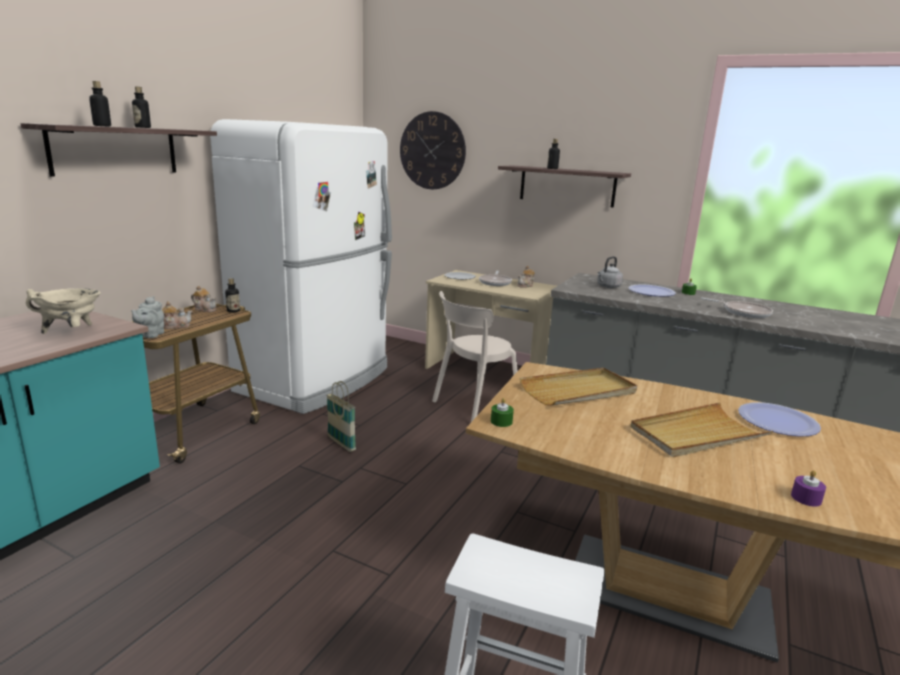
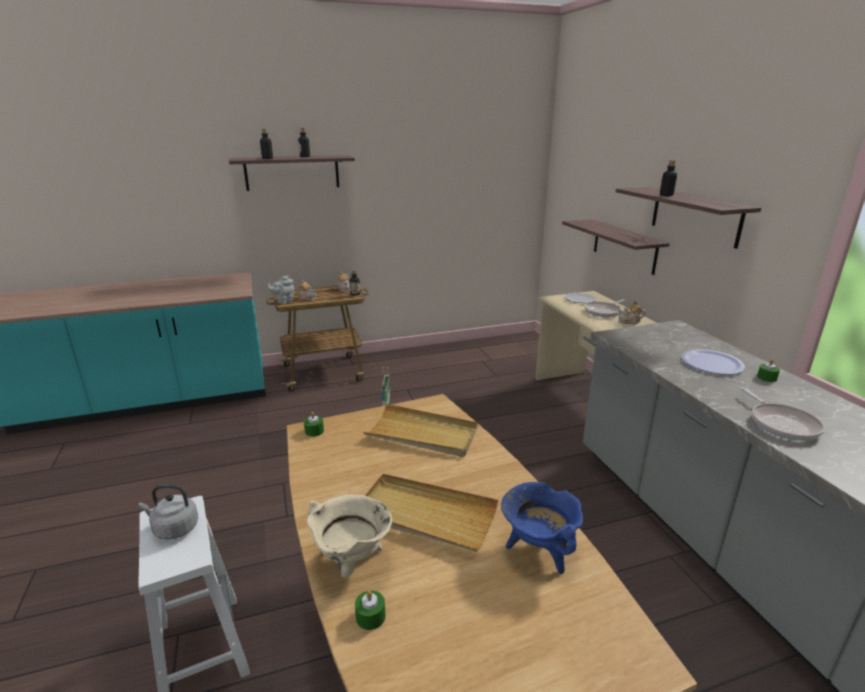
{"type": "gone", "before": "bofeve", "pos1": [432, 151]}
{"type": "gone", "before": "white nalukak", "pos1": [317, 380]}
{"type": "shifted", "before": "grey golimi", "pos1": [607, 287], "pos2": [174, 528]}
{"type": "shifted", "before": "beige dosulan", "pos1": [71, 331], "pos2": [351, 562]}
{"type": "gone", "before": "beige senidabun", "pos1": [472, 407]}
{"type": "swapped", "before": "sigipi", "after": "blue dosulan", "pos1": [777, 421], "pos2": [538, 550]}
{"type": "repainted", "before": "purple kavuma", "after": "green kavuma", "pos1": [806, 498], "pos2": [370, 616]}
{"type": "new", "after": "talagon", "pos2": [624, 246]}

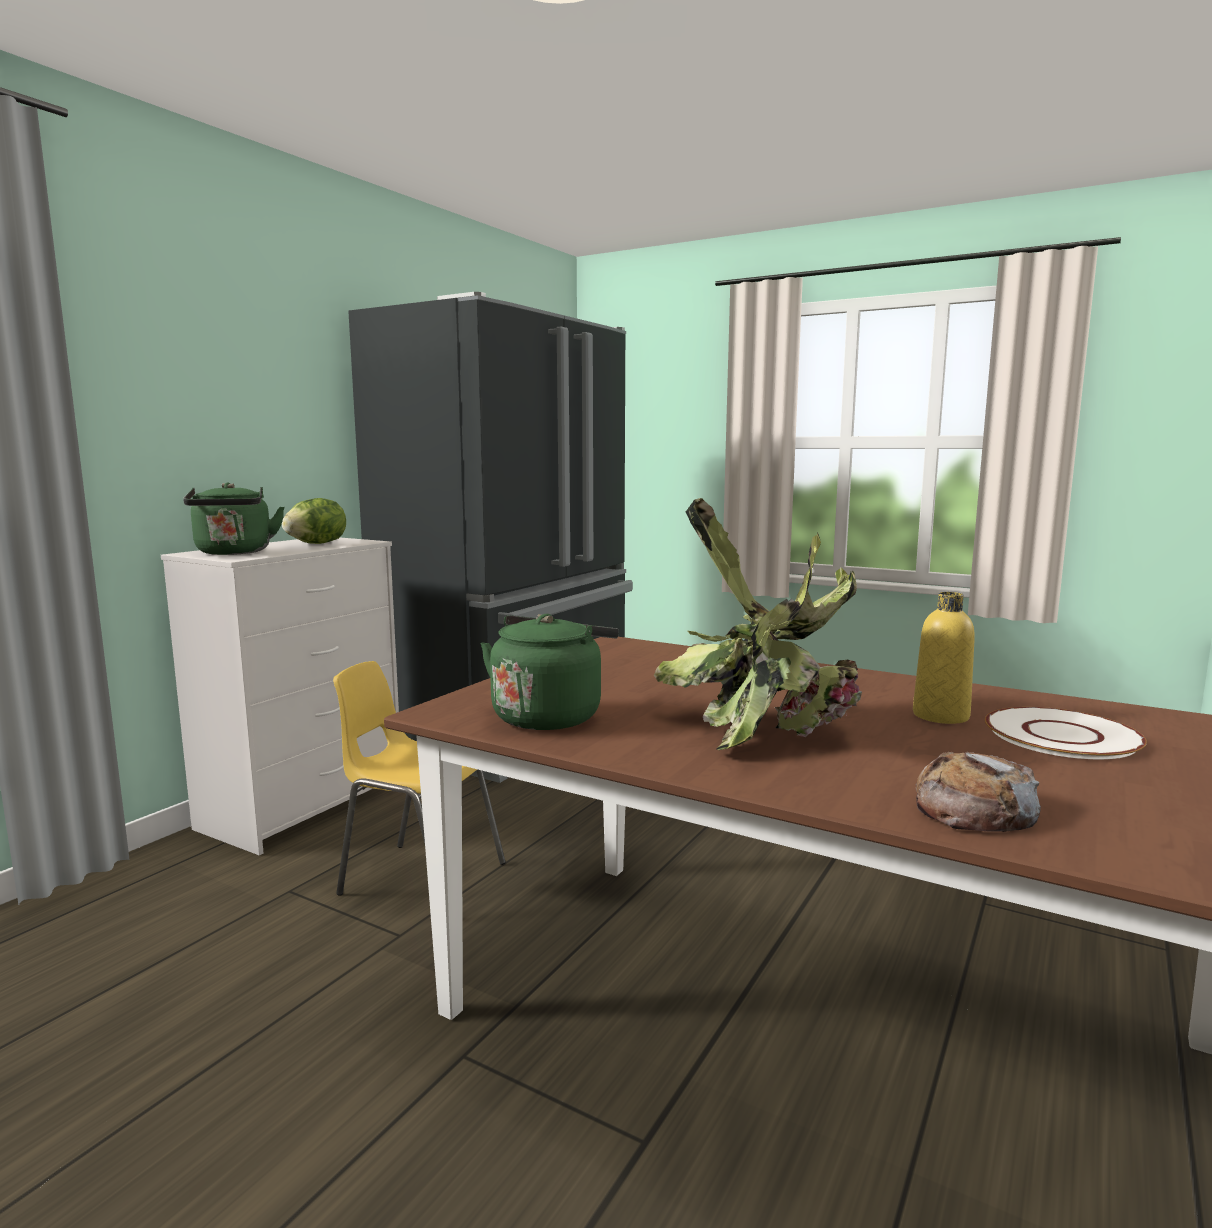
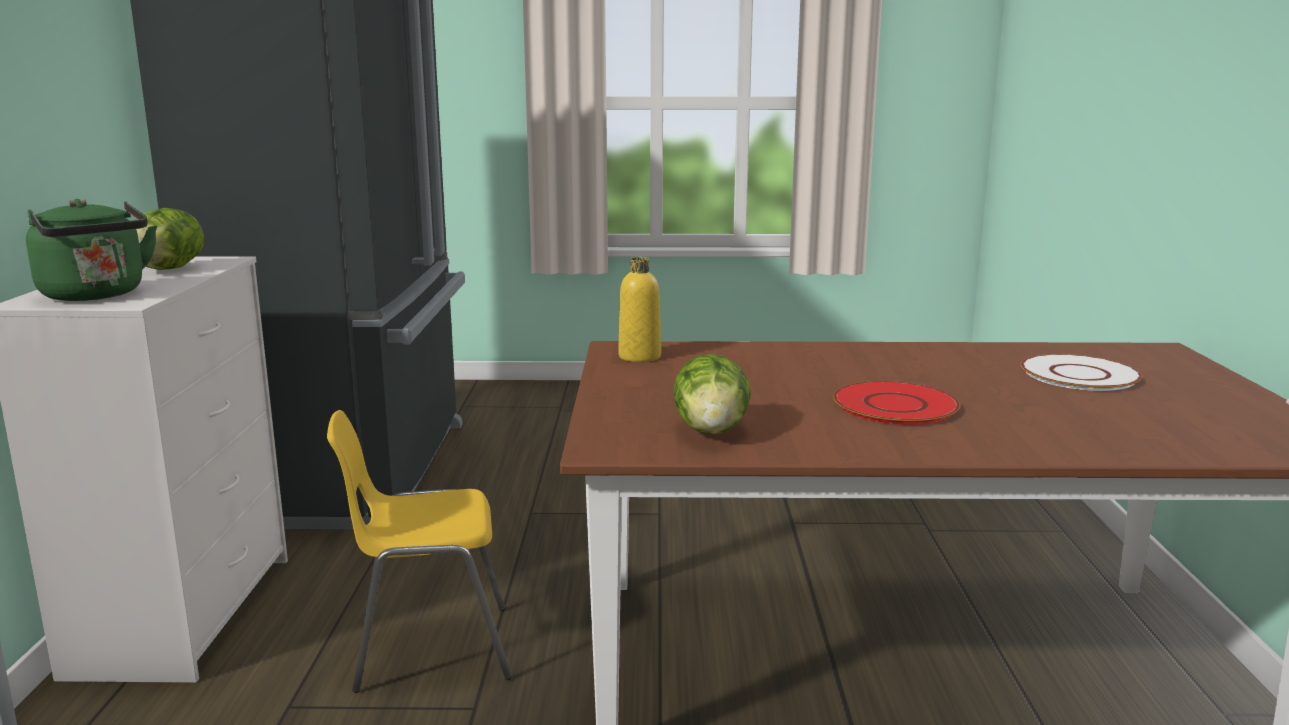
{"type": "swapped", "before": "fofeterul", "after": "red sigipi", "pos1": [769, 726], "pos2": [894, 405]}
{"type": "shifted", "before": "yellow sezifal", "pos1": [940, 716], "pos2": [639, 357]}
{"type": "swapped", "before": "green golimi", "after": "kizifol", "pos1": [549, 716], "pos2": [711, 431]}
{"type": "gone", "before": "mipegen", "pos1": [974, 809]}

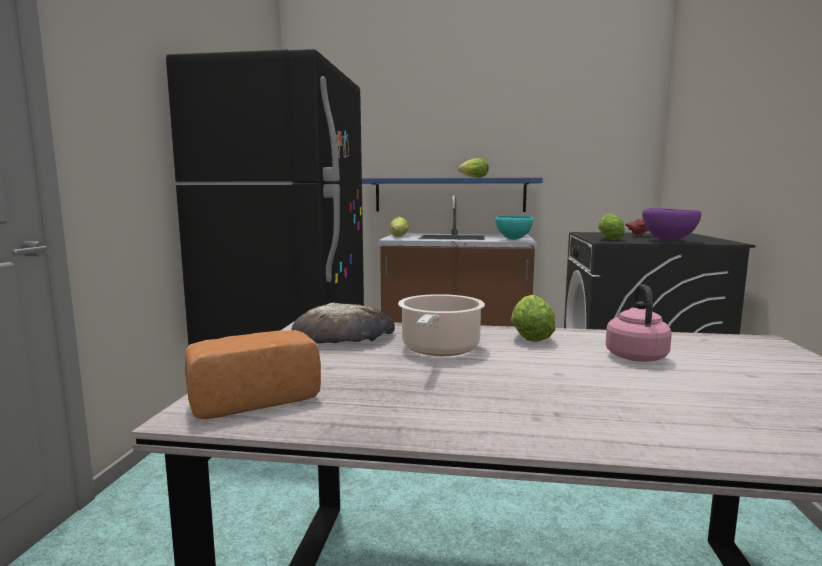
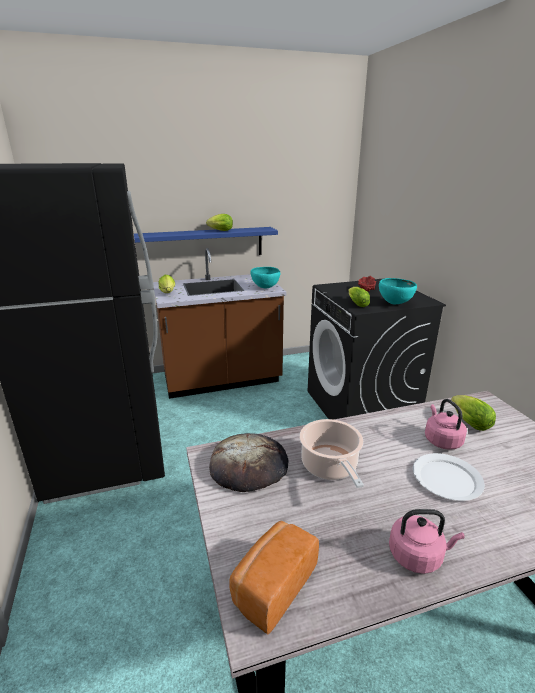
{"type": "repainted", "before": "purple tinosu", "after": "turquoise tinosu", "pos1": [668, 241], "pos2": [395, 304]}
{"type": "shifted", "before": "kizifol", "pos1": [529, 336], "pos2": [467, 422]}
{"type": "new", "after": "white sigipi", "pos2": [447, 479]}
{"type": "new", "after": "pink golimi", "pos2": [417, 556]}

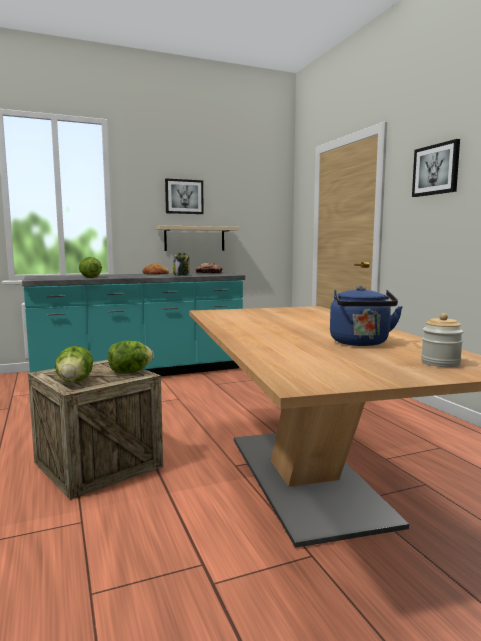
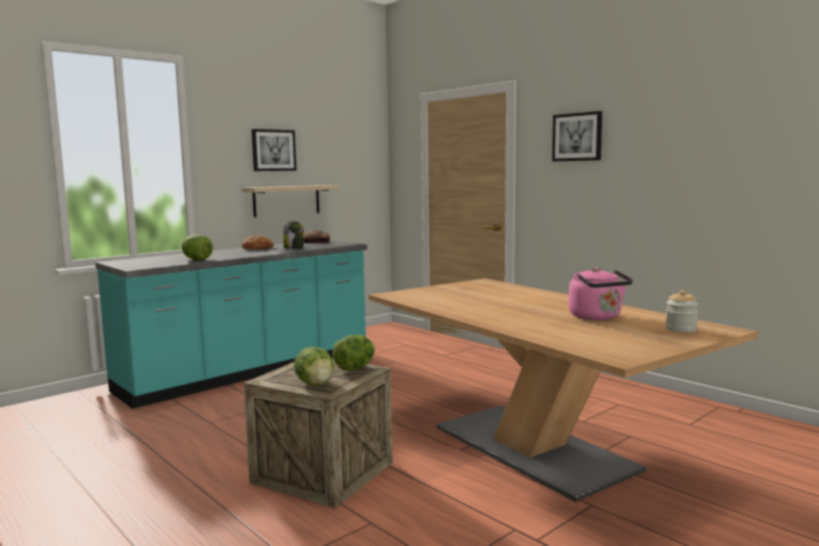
{"type": "repainted", "before": "blue golimi", "after": "pink golimi", "pos1": [360, 343], "pos2": [597, 317]}

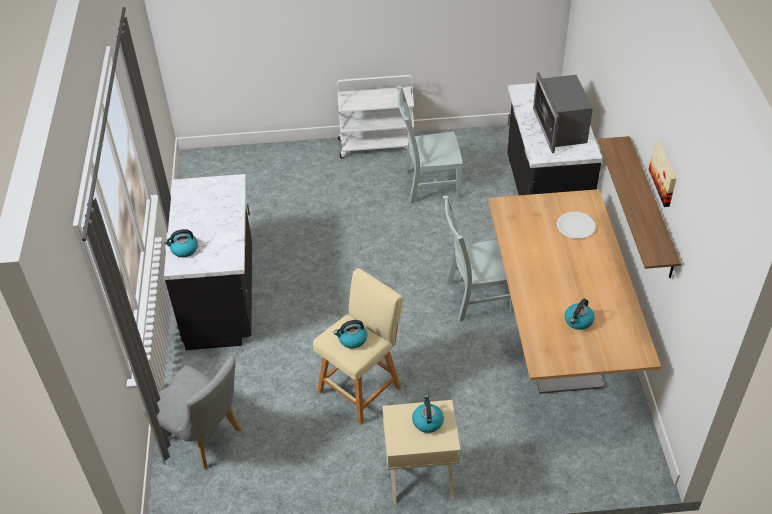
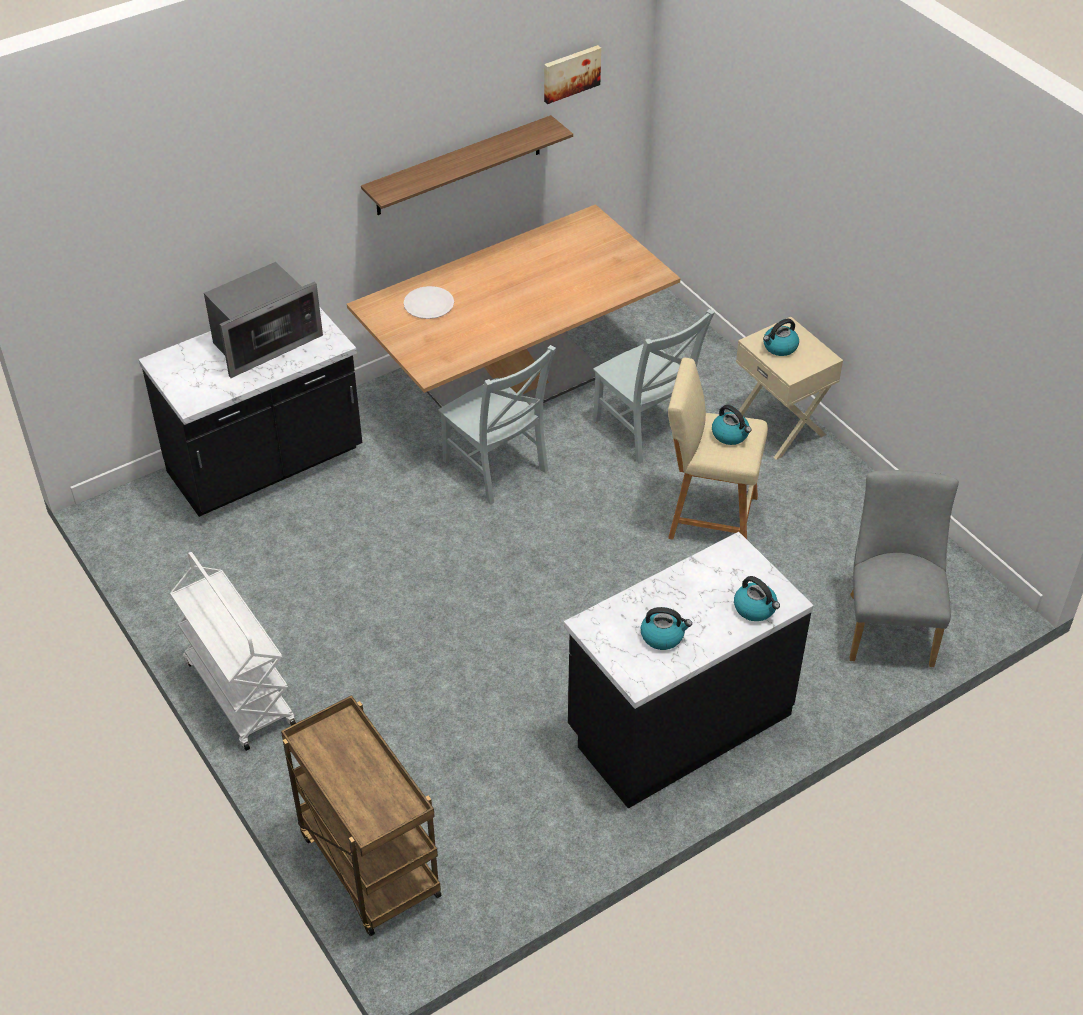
{"type": "shifted", "before": "grey senidabun", "pos1": [428, 185], "pos2": [646, 430]}
{"type": "shifted", "before": "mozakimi", "pos1": [664, 173], "pos2": [570, 73]}
{"type": "shifted", "before": "golimi", "pos1": [578, 321], "pos2": [663, 636]}
{"type": "new", "after": "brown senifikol", "pos2": [367, 863]}

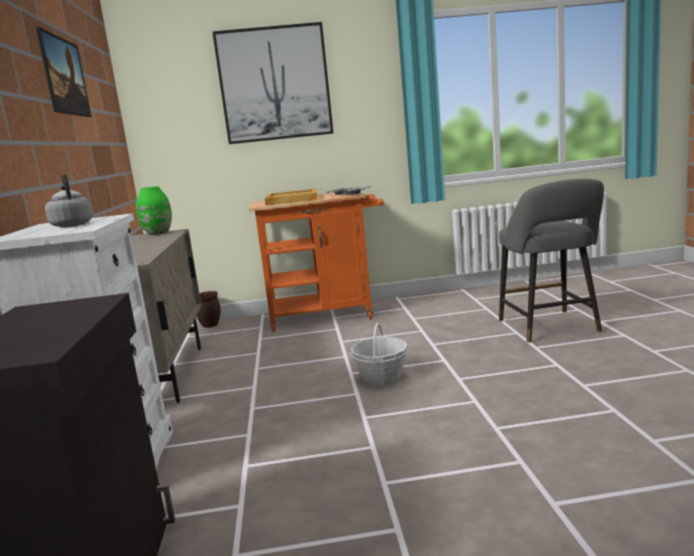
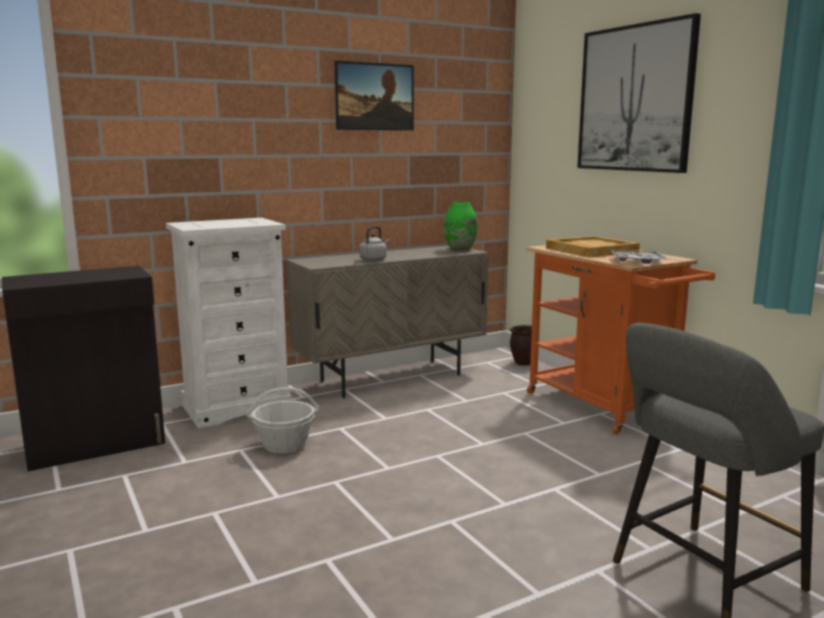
{"type": "shifted", "before": "grey golimi", "pos1": [72, 225], "pos2": [374, 259]}
{"type": "shifted", "before": "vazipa", "pos1": [381, 377], "pos2": [284, 444]}

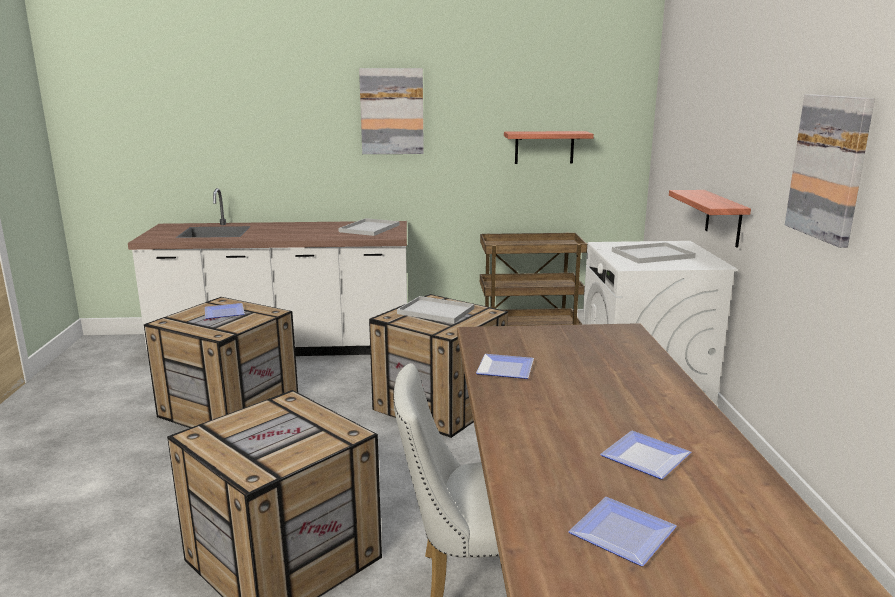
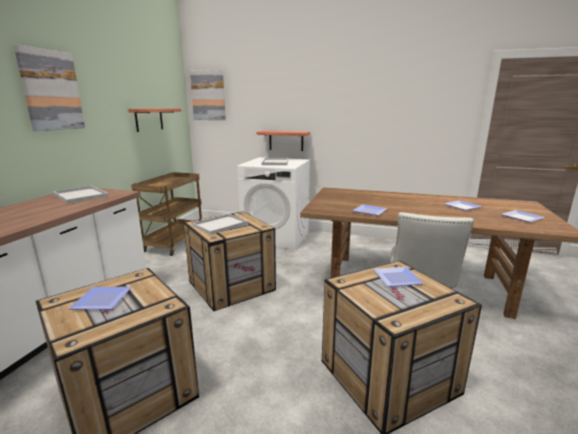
{"type": "shifted", "before": "mozakimi", "pos1": [829, 168], "pos2": [208, 95]}
{"type": "new", "after": "sigipi", "pos2": [396, 279]}

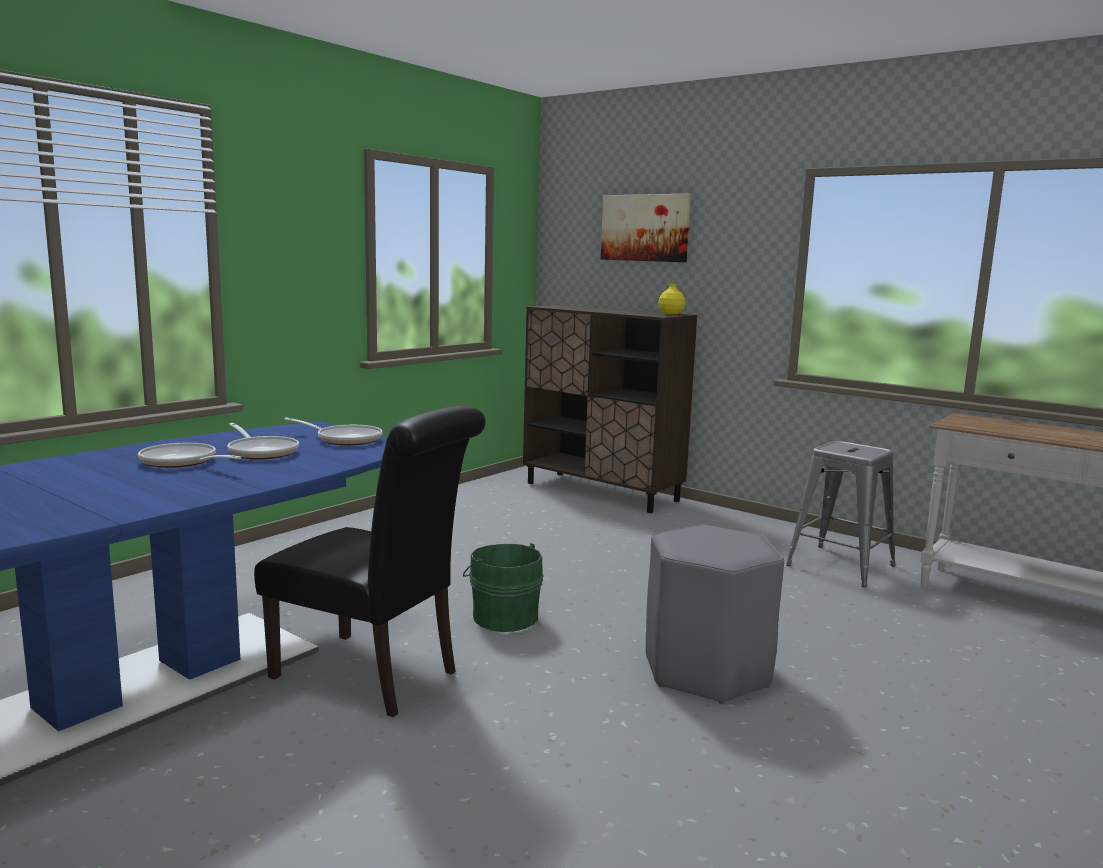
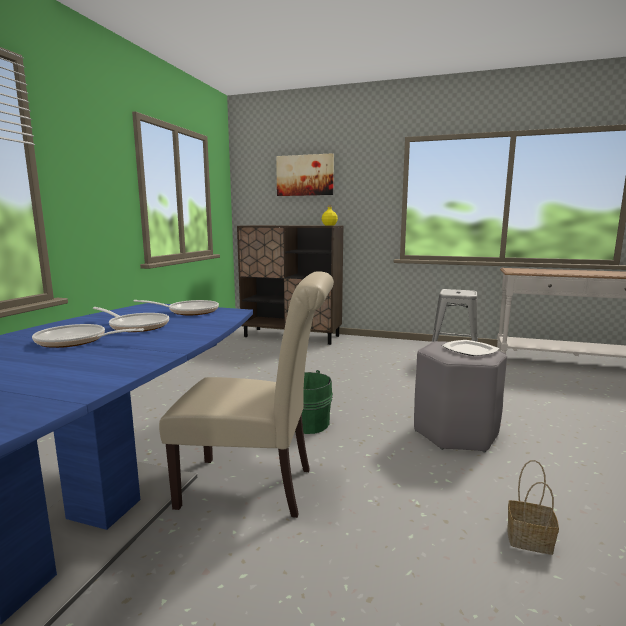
{"type": "repainted", "before": "black senidabun", "after": "beige senidabun", "pos1": [374, 676], "pos2": [256, 487]}
{"type": "new", "after": "sigipi", "pos2": [470, 350]}
{"type": "new", "after": "vazipa", "pos2": [530, 539]}

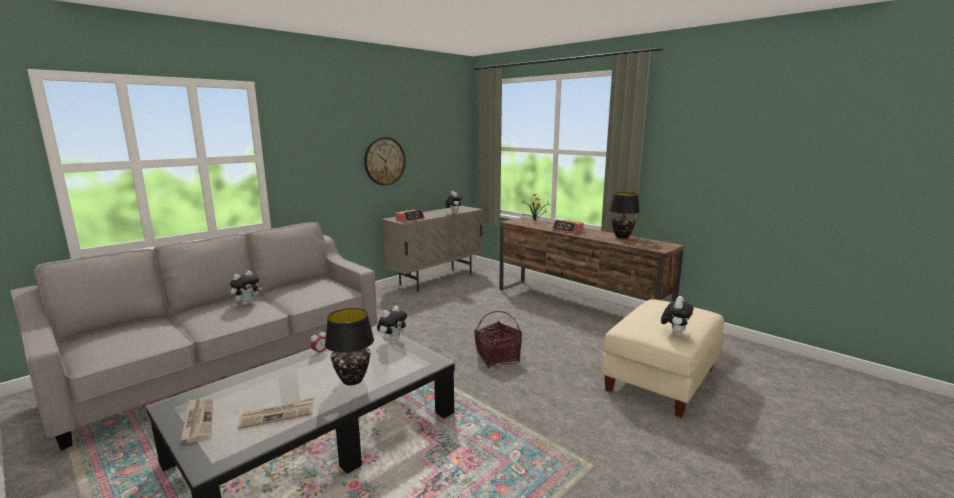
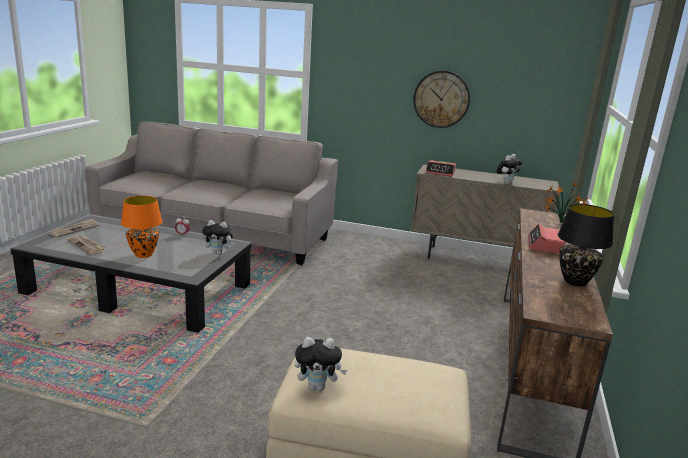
{"type": "gone", "before": "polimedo", "pos1": [247, 303]}
{"type": "repainted", "before": "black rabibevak", "after": "orange rabibevak", "pos1": [352, 380], "pos2": [143, 254]}
{"type": "gone", "before": "vazipa", "pos1": [497, 358]}

